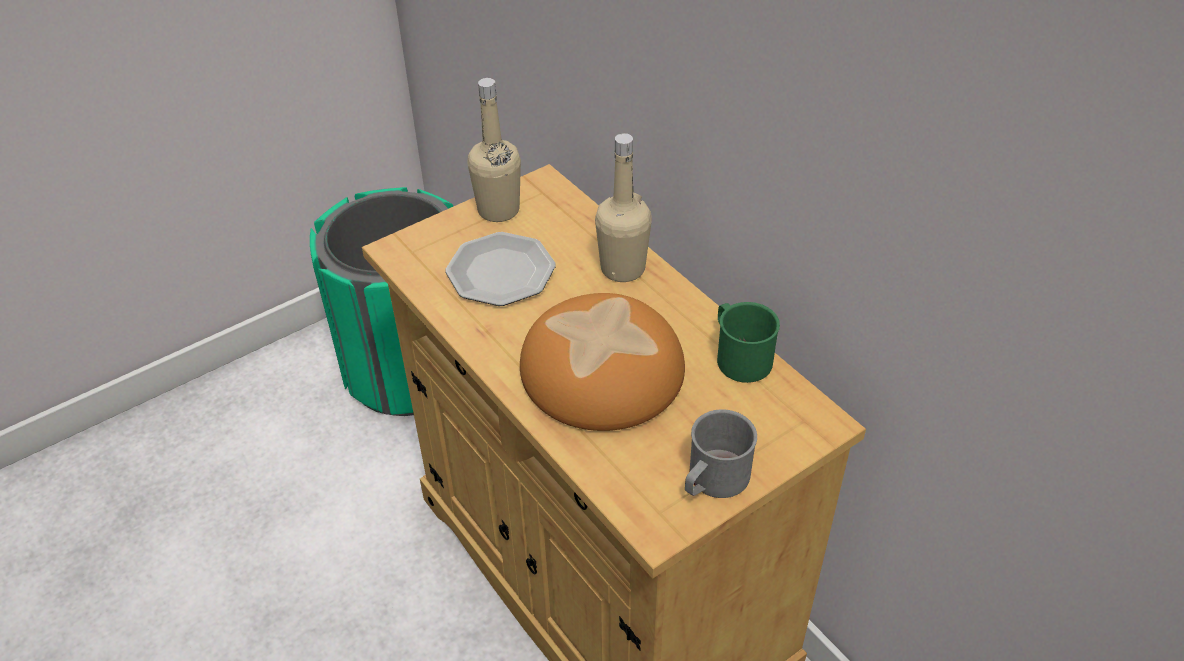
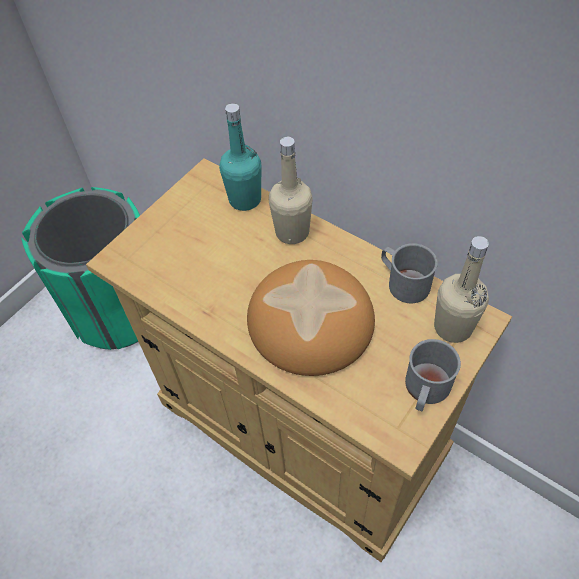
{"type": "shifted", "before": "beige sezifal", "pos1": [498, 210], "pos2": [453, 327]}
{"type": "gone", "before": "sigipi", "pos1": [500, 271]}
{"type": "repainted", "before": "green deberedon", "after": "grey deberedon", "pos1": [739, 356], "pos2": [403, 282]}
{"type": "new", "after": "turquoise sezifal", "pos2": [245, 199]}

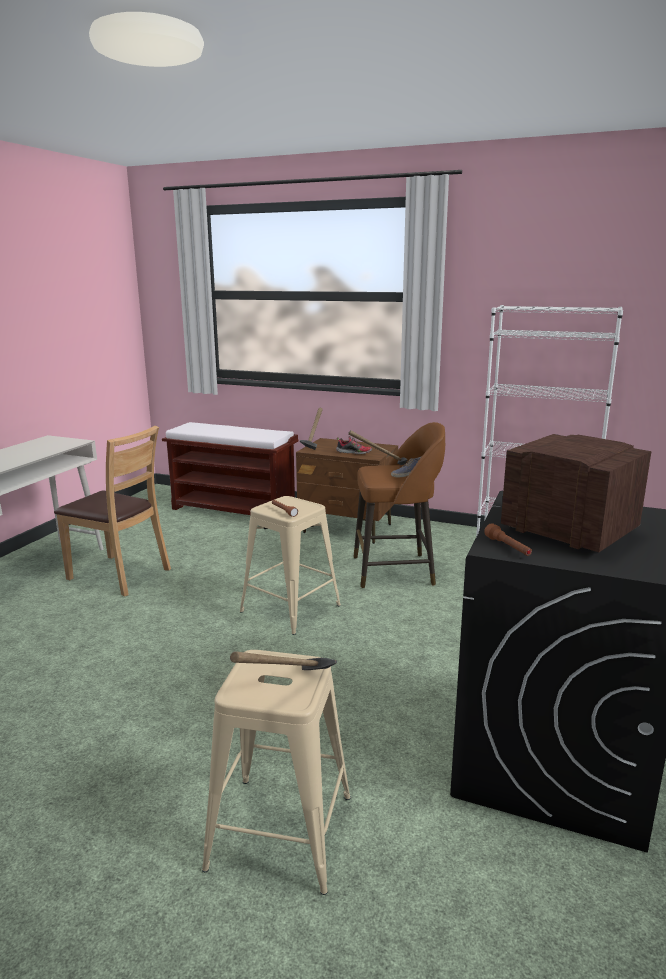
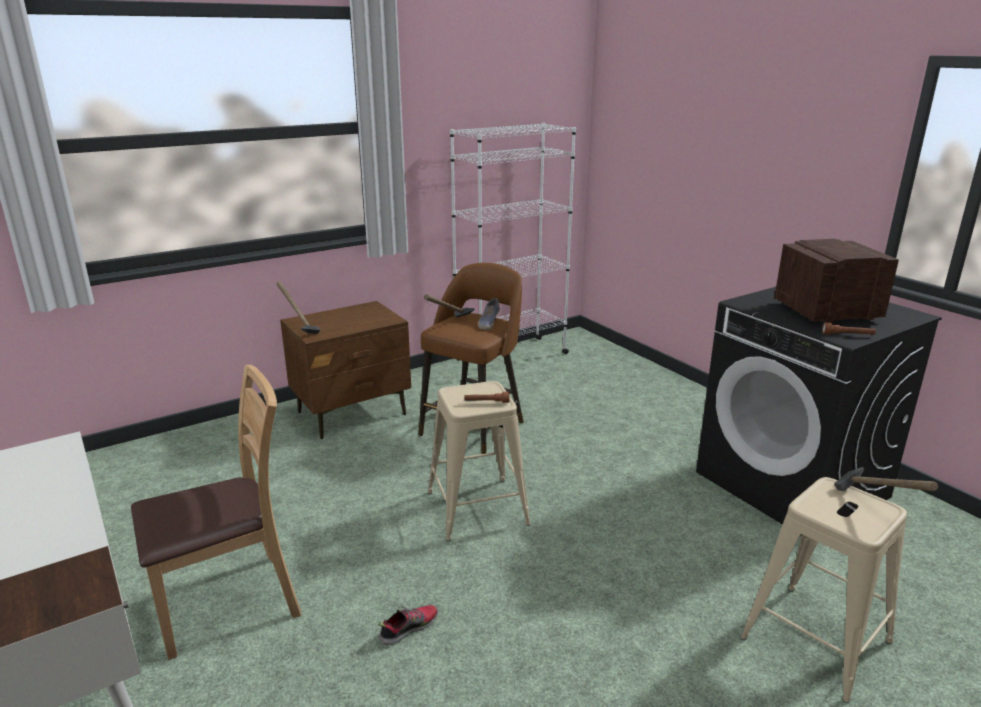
{"type": "gone", "before": "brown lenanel", "pos1": [234, 509]}
{"type": "shifted", "before": "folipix", "pos1": [354, 453], "pos2": [408, 628]}

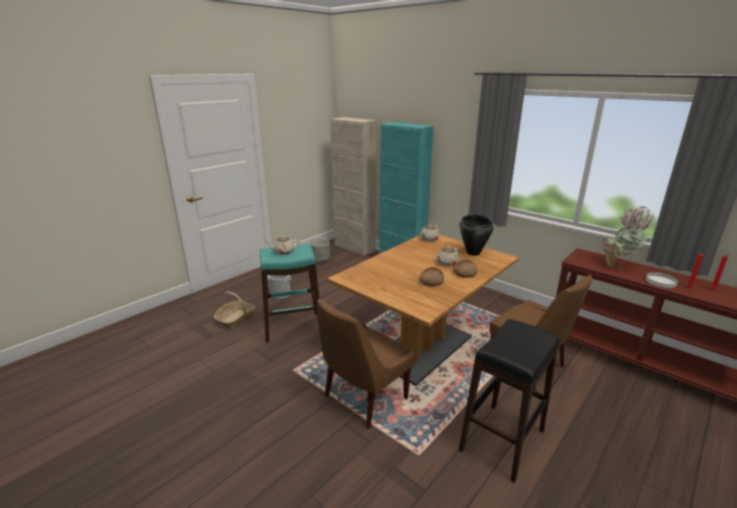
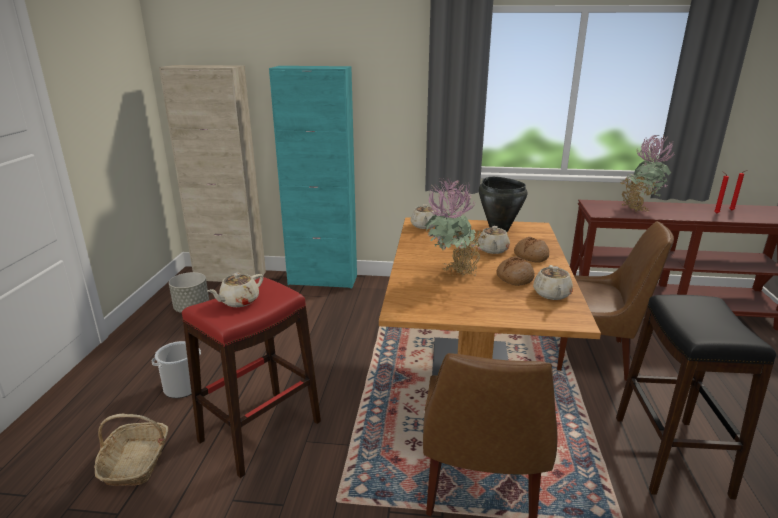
{"type": "repainted", "before": "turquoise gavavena", "after": "red gavavena", "pos1": [293, 327], "pos2": [260, 431]}
{"type": "gone", "before": "white sigipi", "pos1": [660, 281]}
{"type": "new", "after": "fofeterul", "pos2": [453, 275]}
{"type": "new", "after": "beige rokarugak", "pos2": [551, 294]}

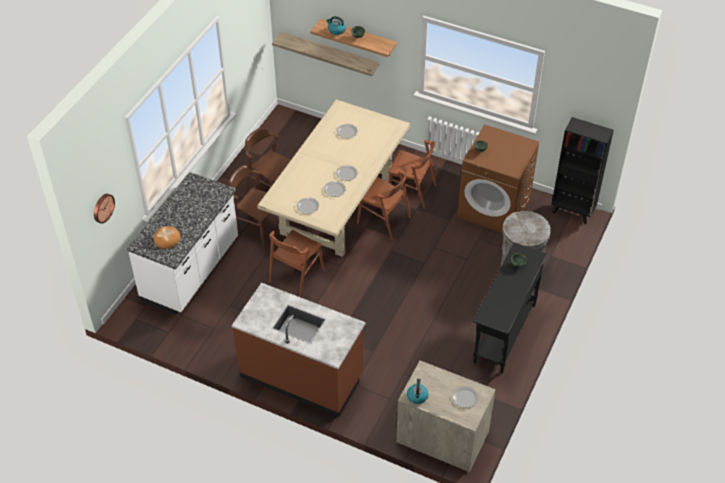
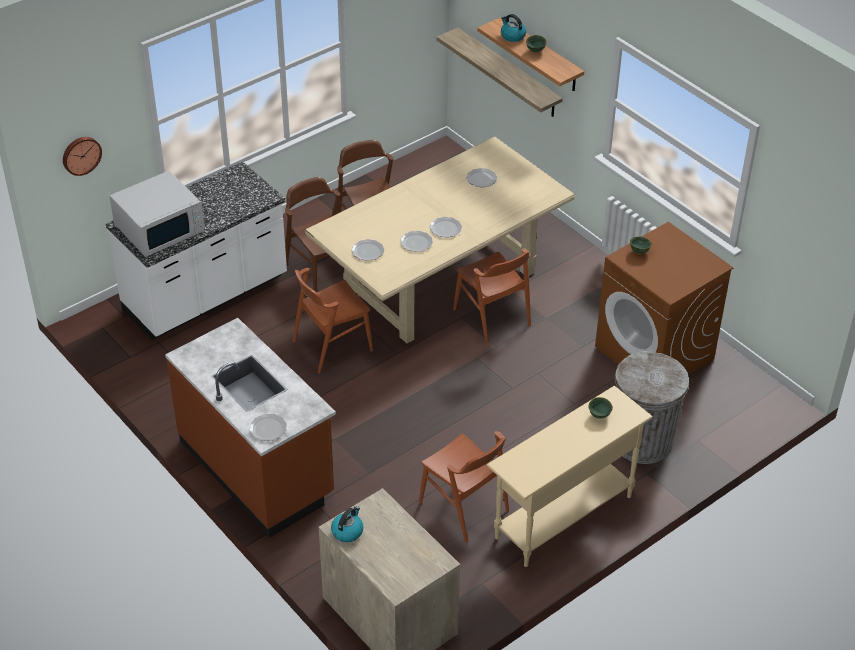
{"type": "gone", "before": "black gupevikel", "pos1": [573, 212]}
{"type": "shifted", "before": "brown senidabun", "pos1": [411, 191], "pos2": [464, 507]}
{"type": "swapped", "before": "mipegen", "after": "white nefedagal", "pos1": [167, 238], "pos2": [160, 228]}
{"type": "repainted", "before": "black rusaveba", "after": "beige rusaveba", "pos1": [504, 333], "pos2": [563, 517]}
{"type": "shifted", "before": "sigipi", "pos1": [465, 397], "pos2": [268, 428]}

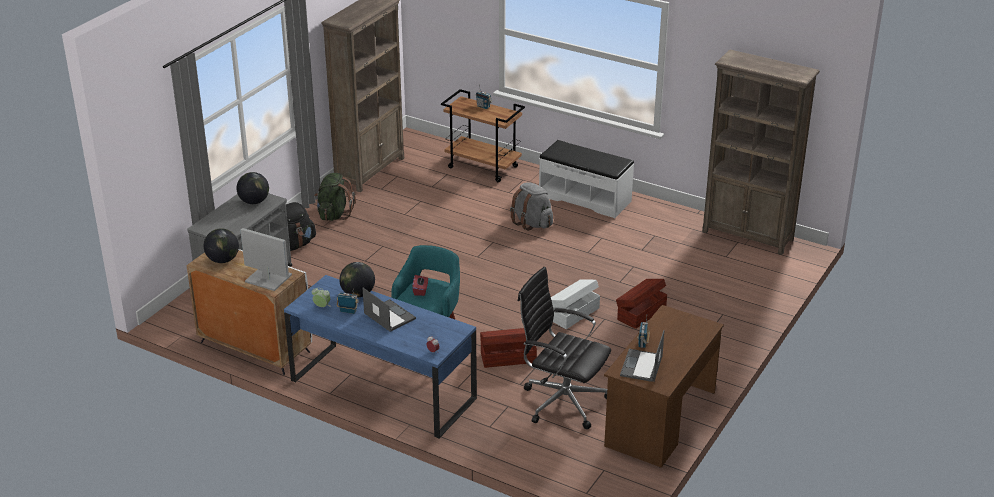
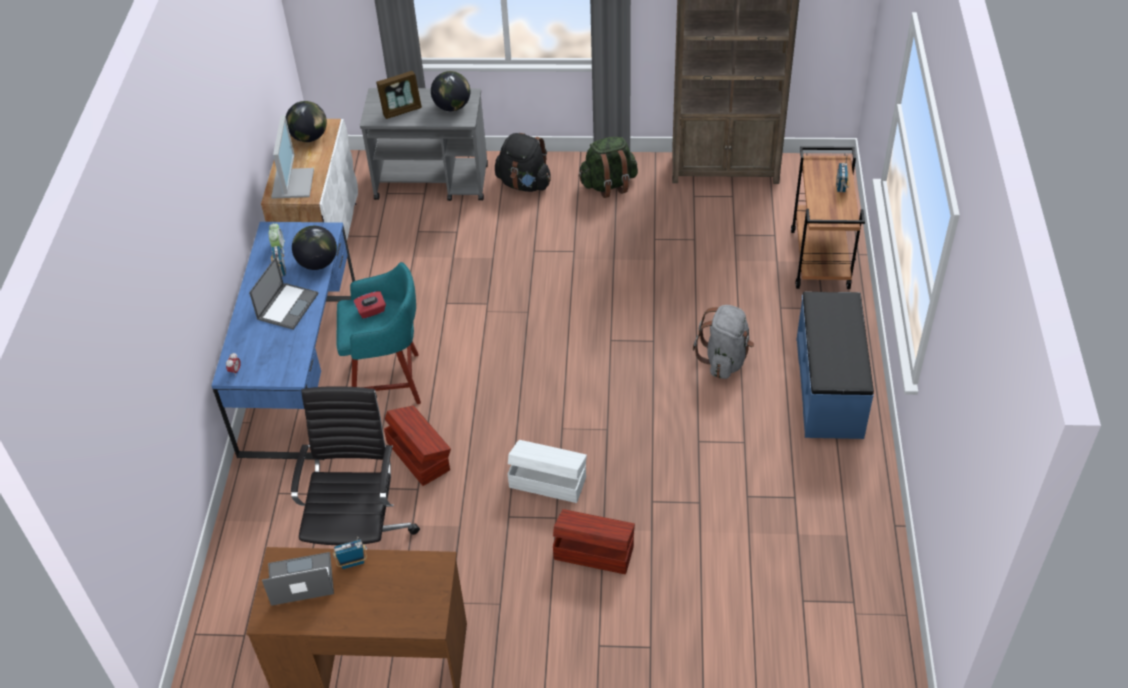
{"type": "gone", "before": "brown gupevikel", "pos1": [748, 236]}
{"type": "repainted", "before": "white lenanel", "after": "blue lenanel", "pos1": [585, 198], "pos2": [830, 387]}
{"type": "new", "after": "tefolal", "pos2": [401, 110]}

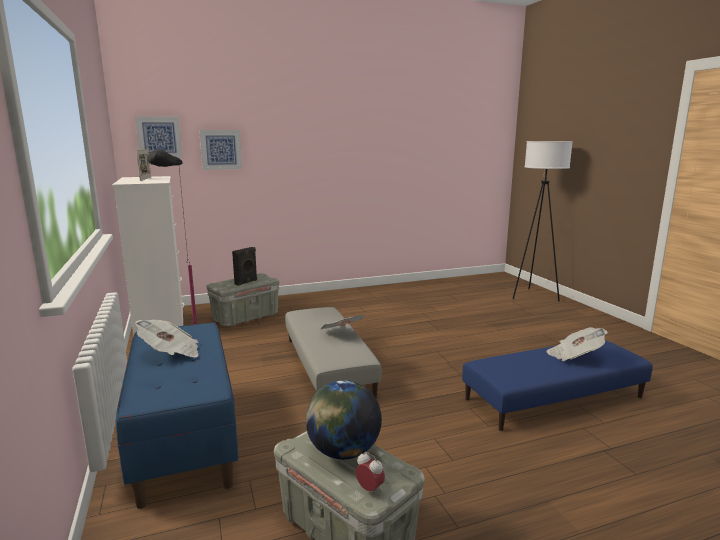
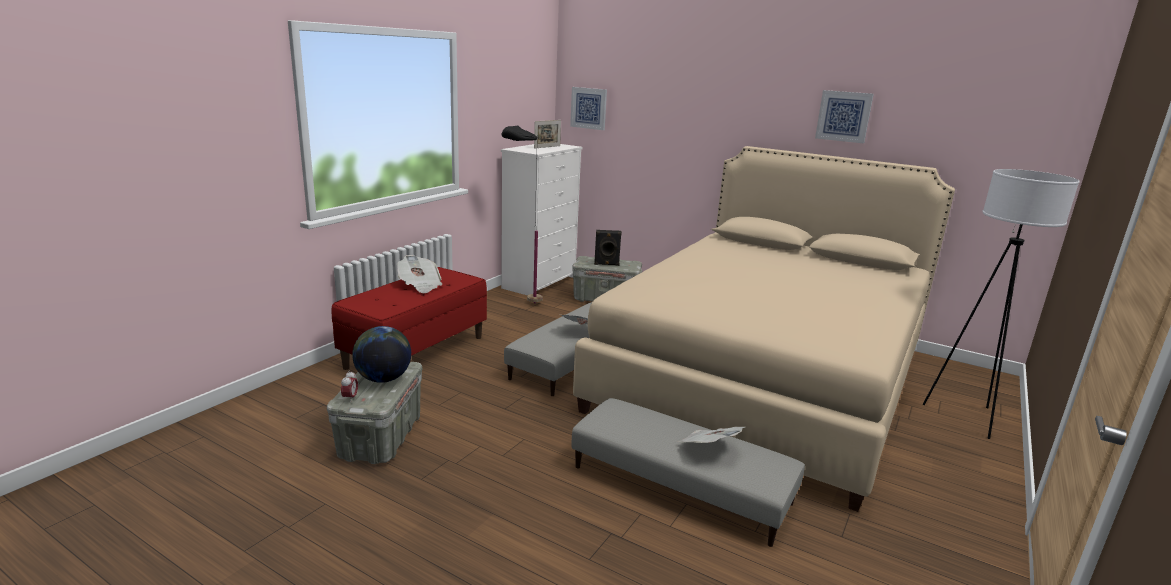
{"type": "shifted", "before": "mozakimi", "pos1": [221, 149], "pos2": [843, 116]}
{"type": "repainted", "before": "blue lenanel", "after": "red lenanel", "pos1": [184, 439], "pos2": [416, 352]}
{"type": "repainted", "before": "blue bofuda", "after": "grey bofuda", "pos1": [553, 398], "pos2": [681, 485]}
{"type": "new", "after": "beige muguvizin", "pos2": [763, 378]}

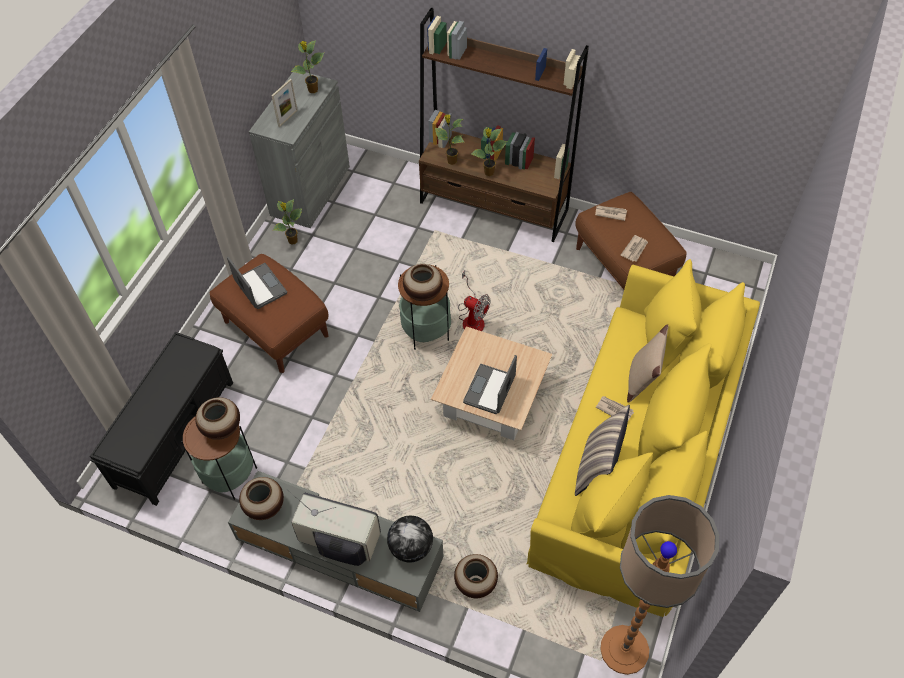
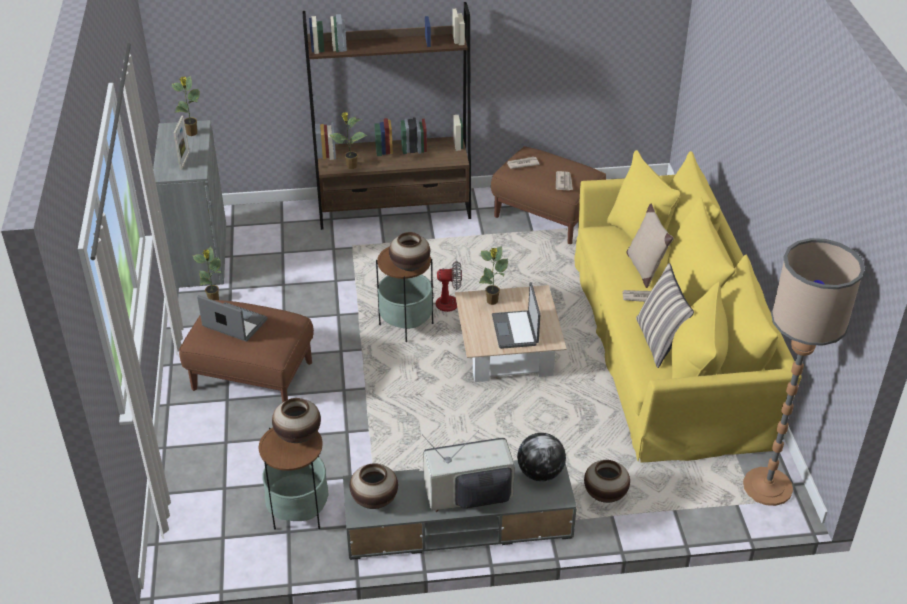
{"type": "shifted", "before": "fofeterul", "pos1": [488, 173], "pos2": [492, 301]}
{"type": "gone", "before": "black lenanel", "pos1": [175, 432]}

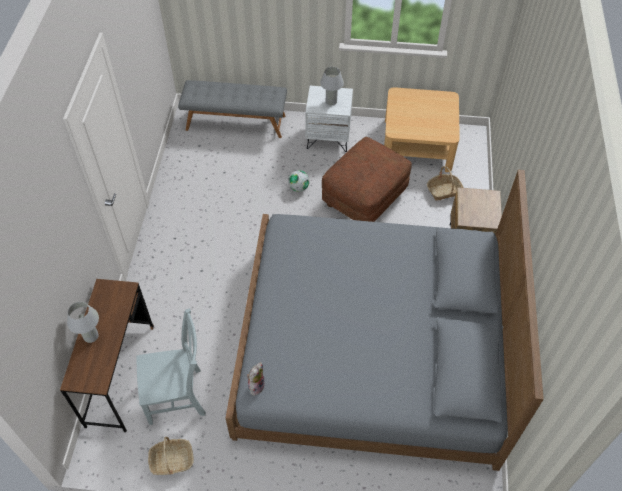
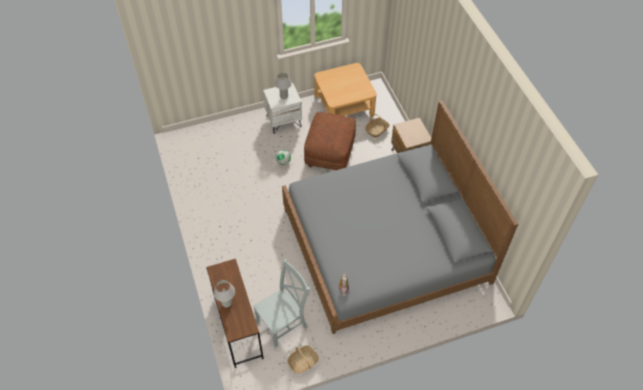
{"type": "gone", "before": "grey lenanel", "pos1": [236, 122]}

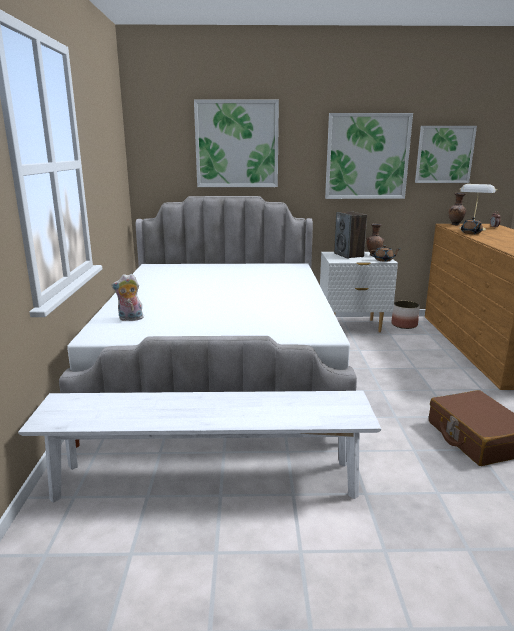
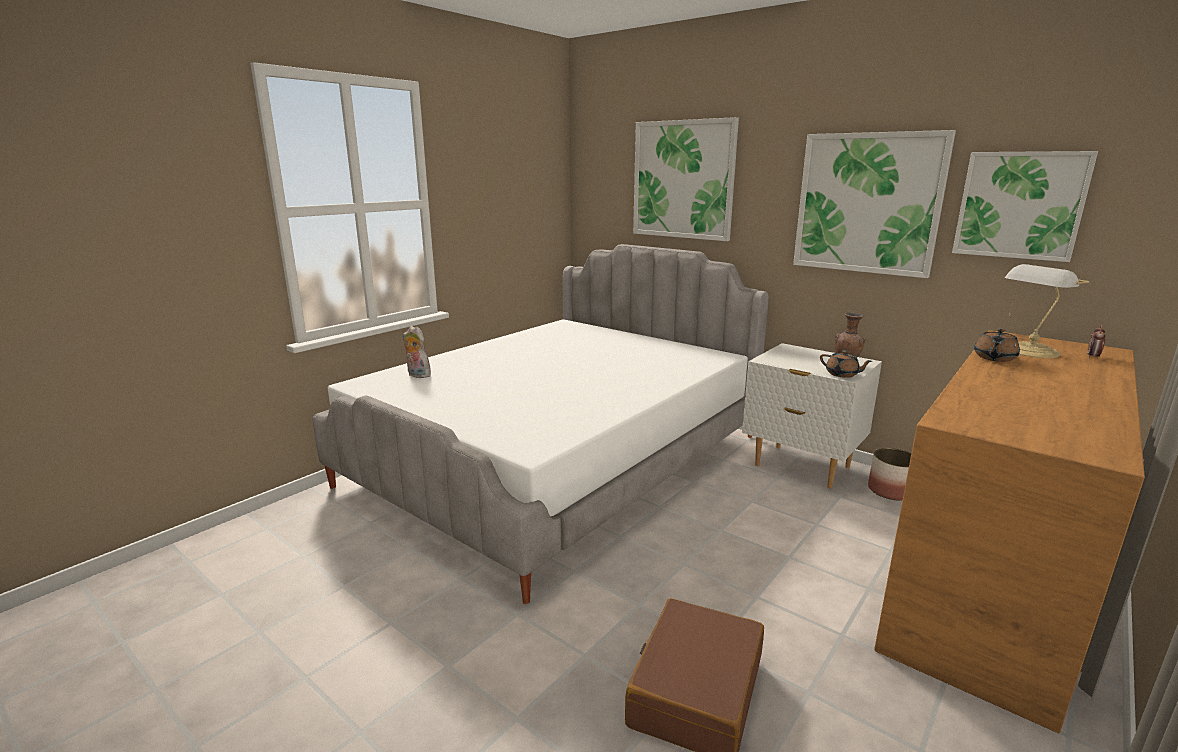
{"type": "gone", "before": "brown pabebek", "pos1": [455, 225]}
{"type": "gone", "before": "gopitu", "pos1": [349, 255]}
{"type": "gone", "before": "white lenanel", "pos1": [207, 480]}

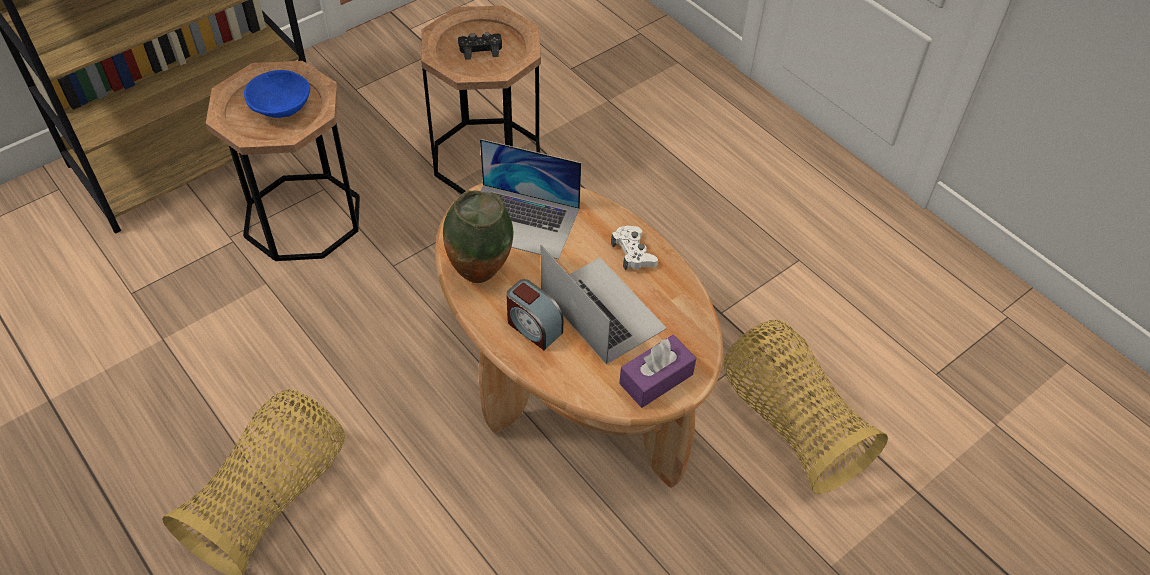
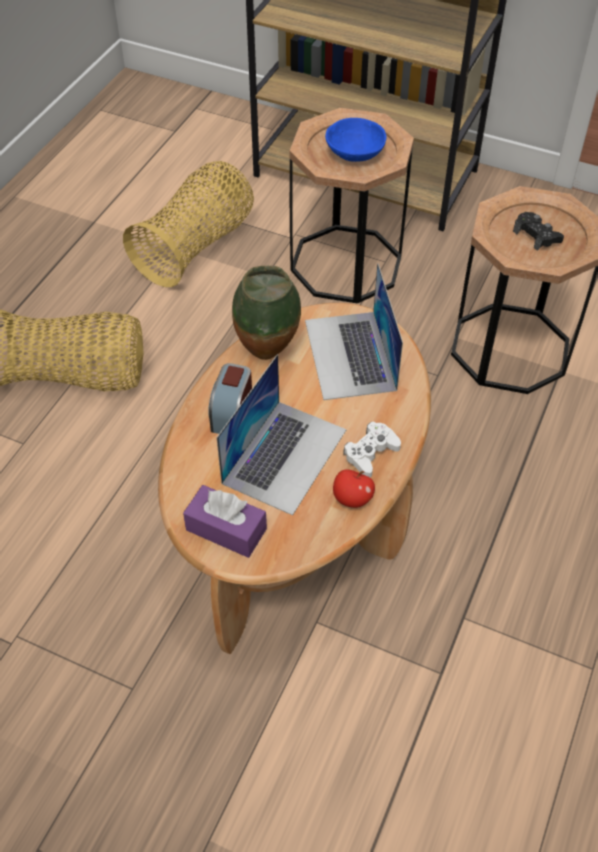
{"type": "shifted", "before": "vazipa", "pos1": [790, 423], "pos2": [196, 247]}
{"type": "new", "after": "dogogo", "pos2": [352, 499]}

